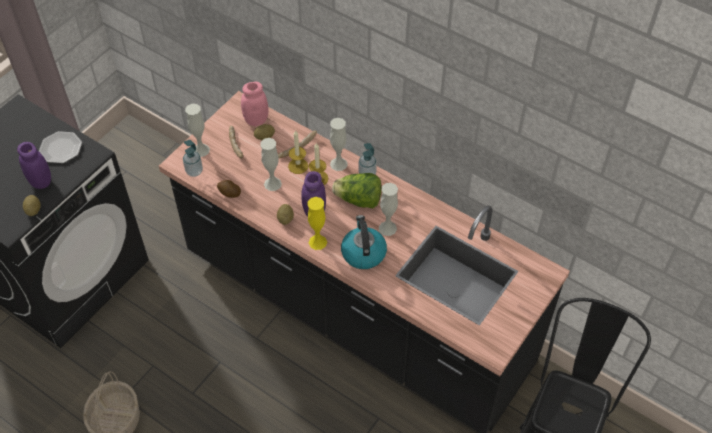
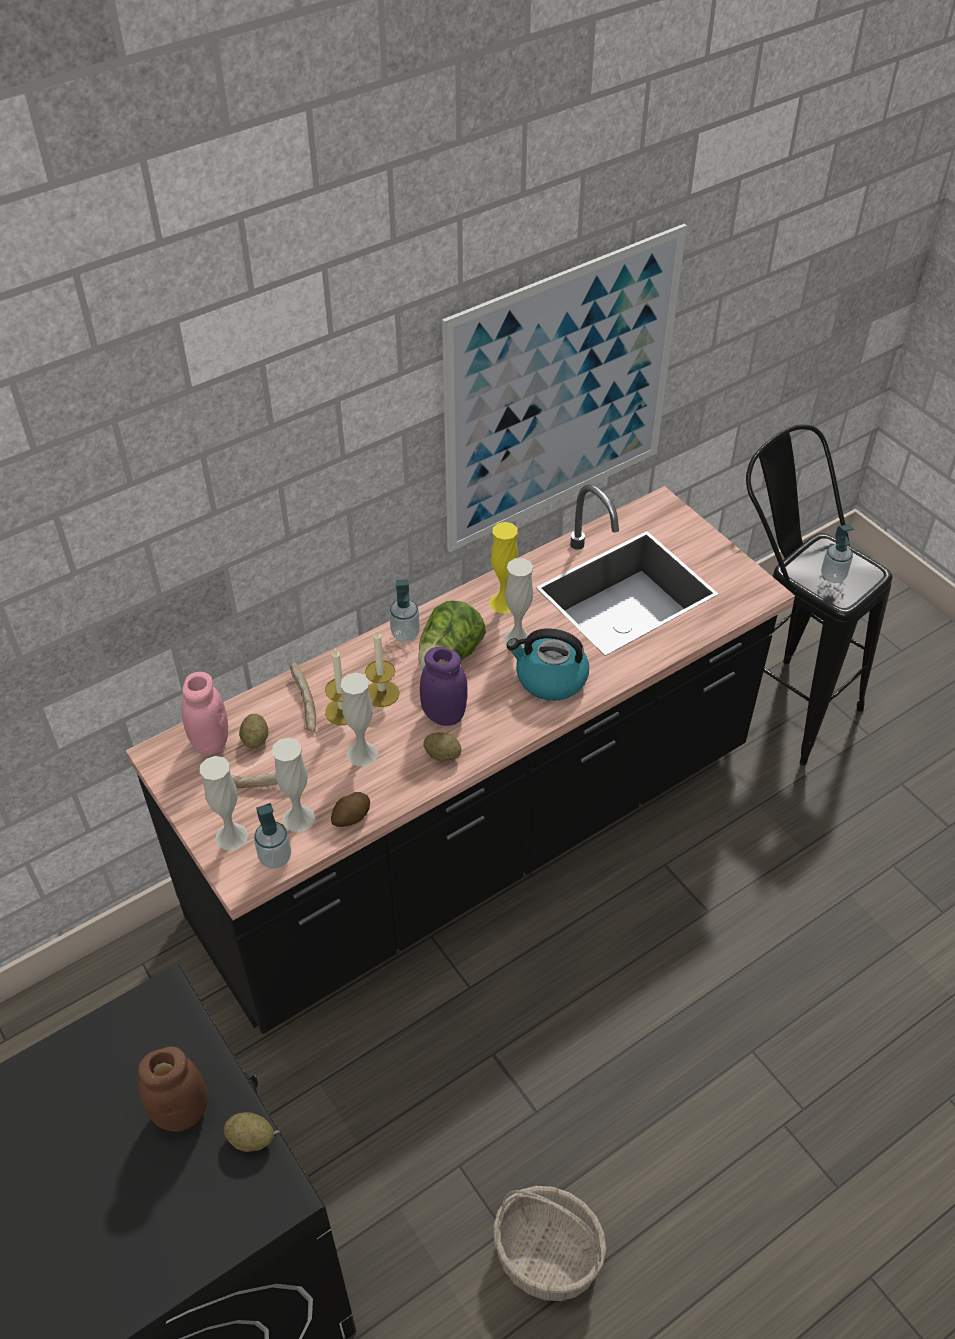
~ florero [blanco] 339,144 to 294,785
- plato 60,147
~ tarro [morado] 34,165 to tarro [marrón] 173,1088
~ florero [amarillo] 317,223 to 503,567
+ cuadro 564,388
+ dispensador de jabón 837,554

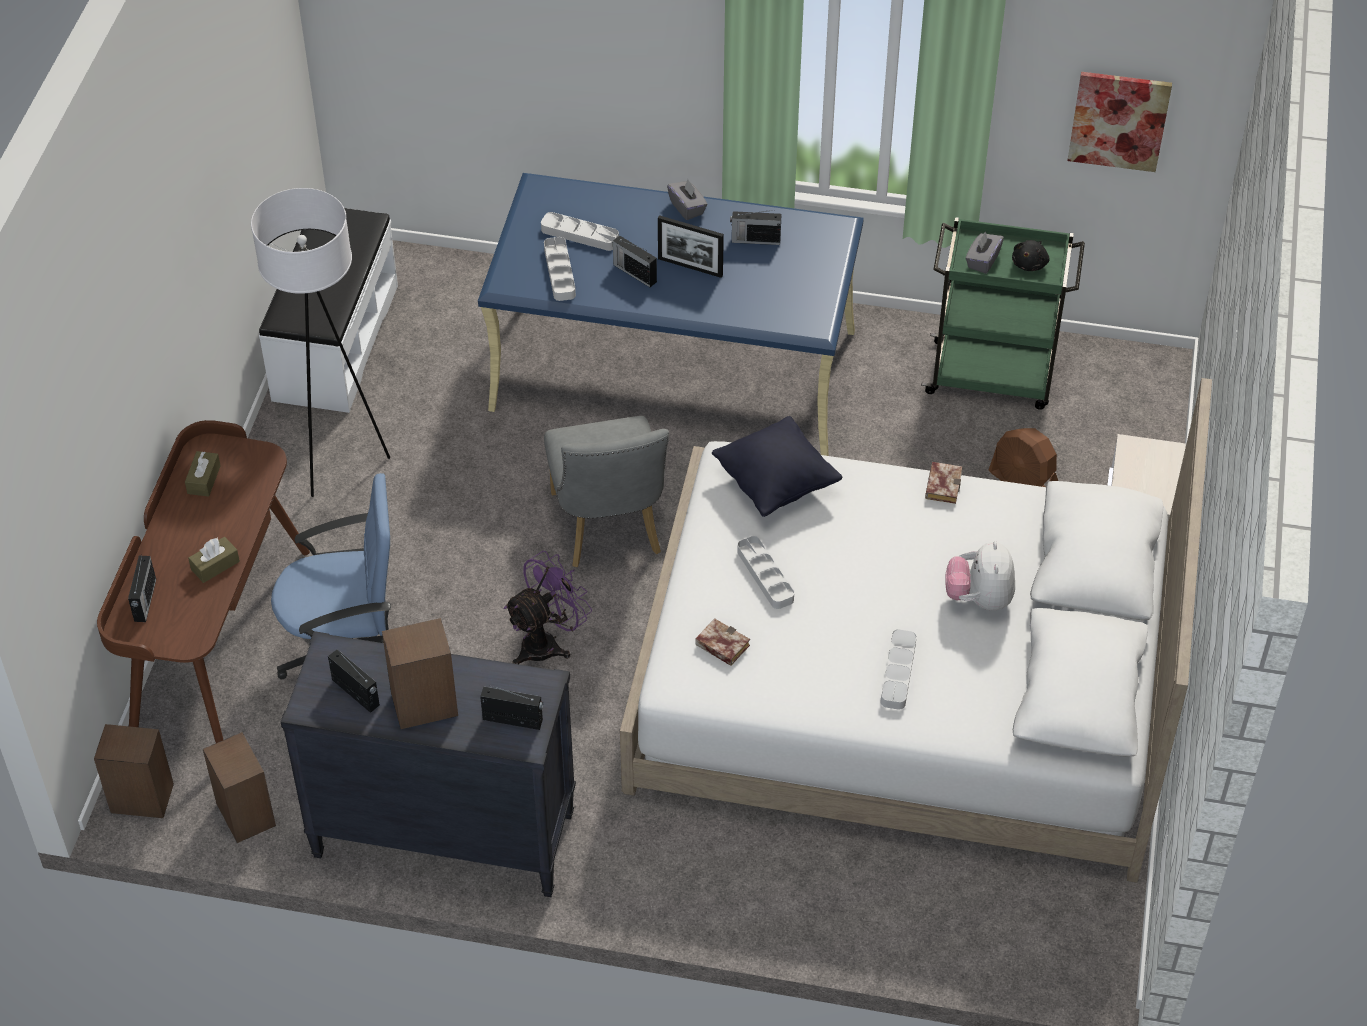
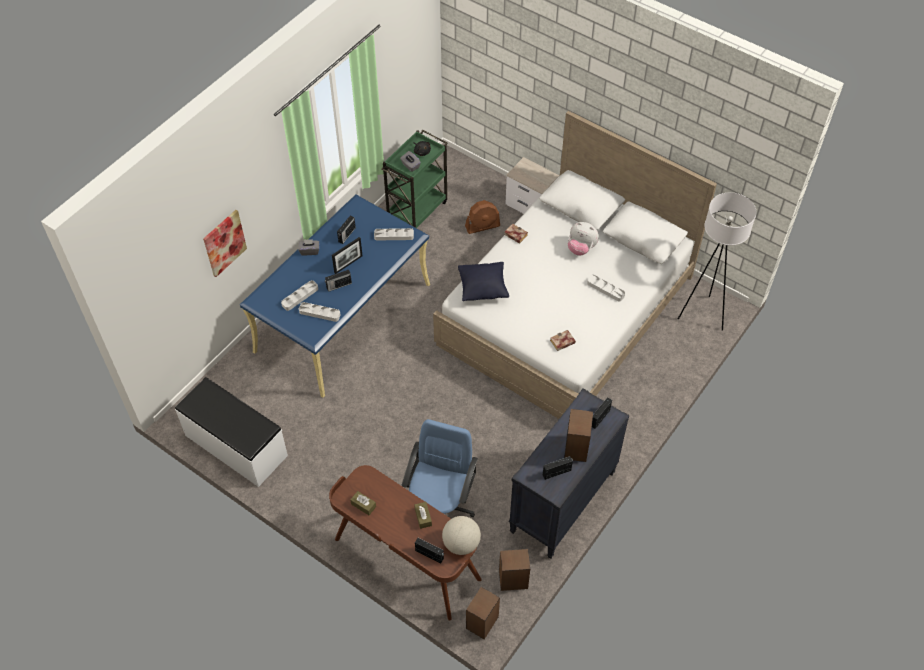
~ cuadro 1120,122 to 225,243
~ lámpara de pie [blanco] 320,342 to 717,261
- silla [gris] 606,491
~ bandeja [gris] 765,572 to 394,234
- ventilador [morado] 548,607
+ globo terráqueo 461,535

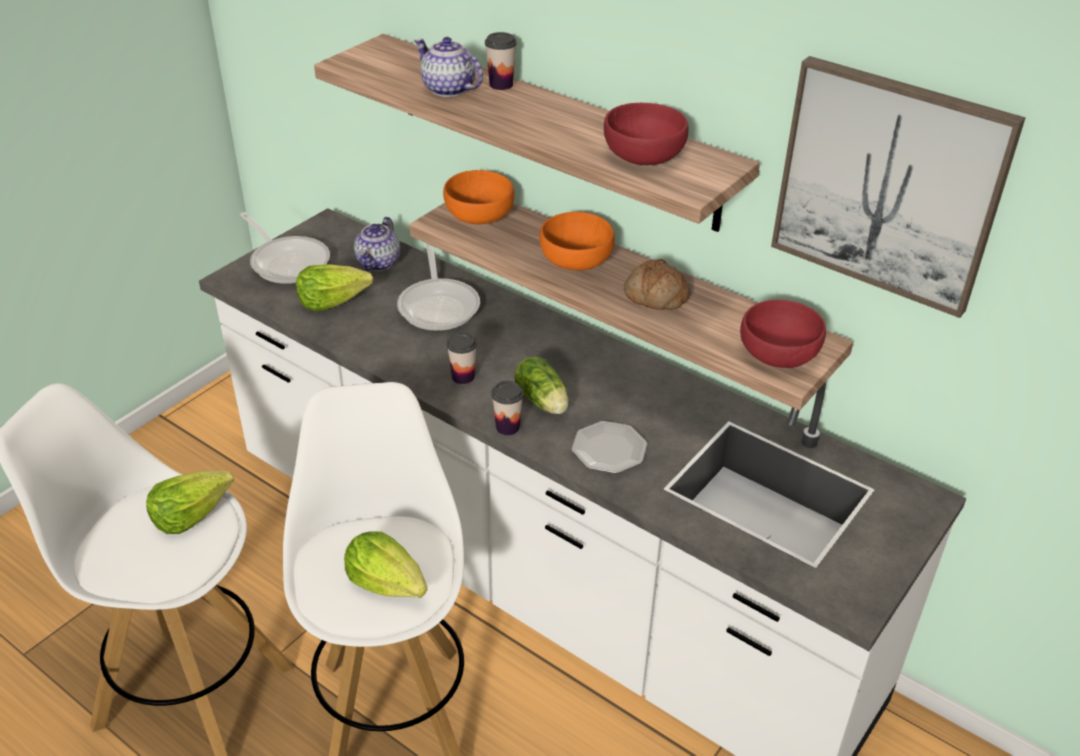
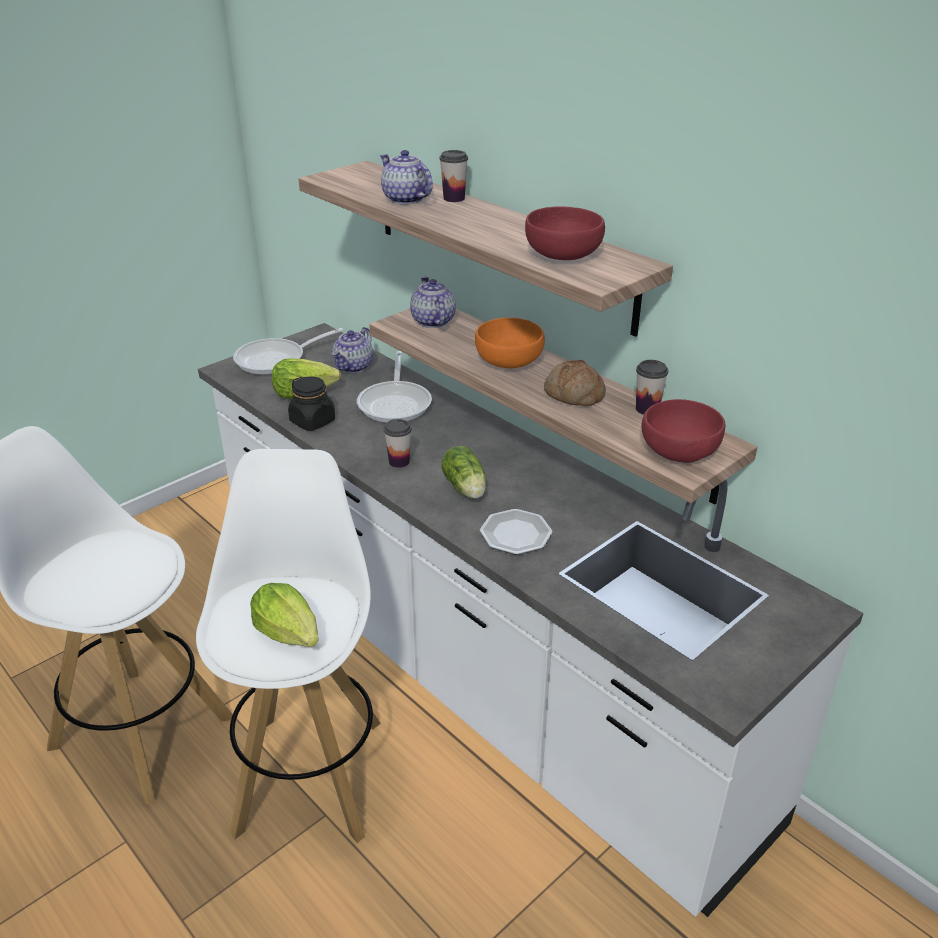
- cuadro 898,187
~ cuenco [naranja] 479,197 to tetera 433,302
~ sartén 285,248 = 288,351 90 degrees clockwise
~ taza 507,408 to 652,387
- lechuga 190,502
+ tarro [negro] 311,403

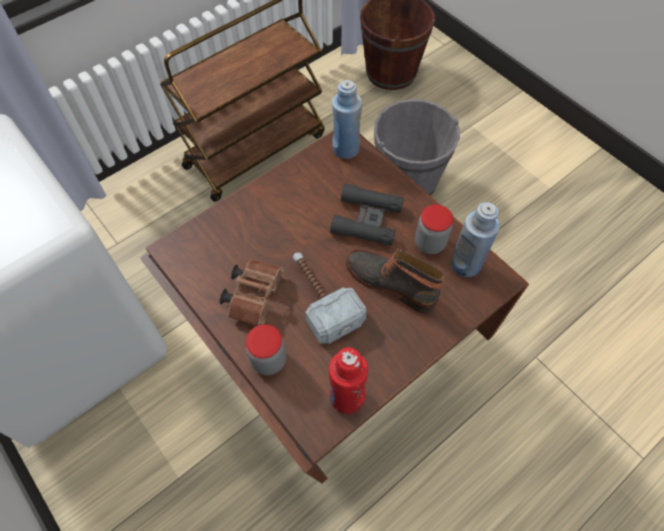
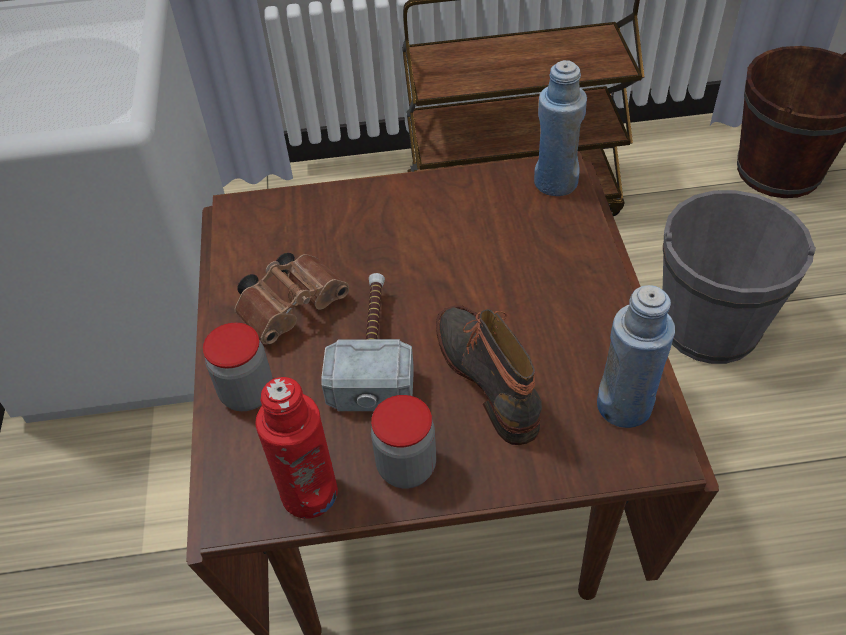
- prismáticos [negro] 367,214
~ tarro 434,229 to 403,442

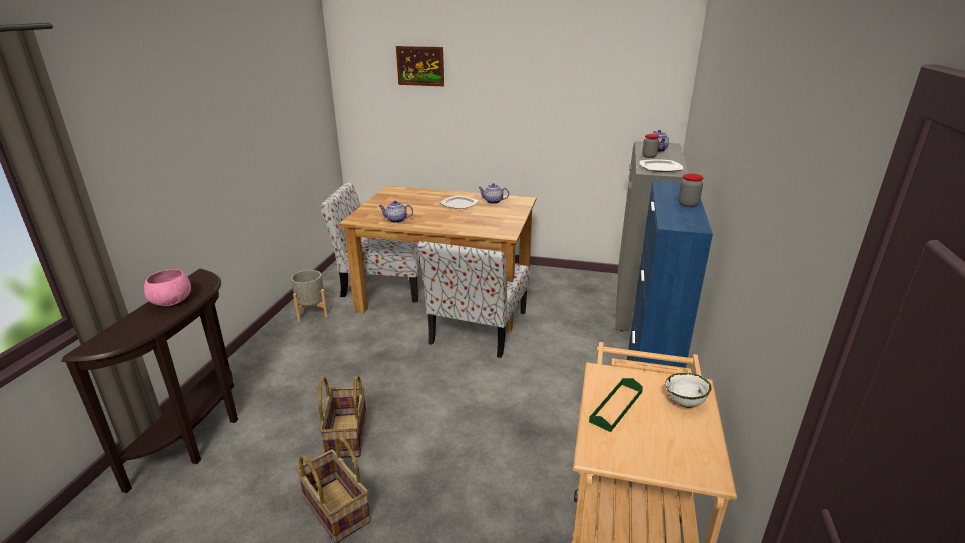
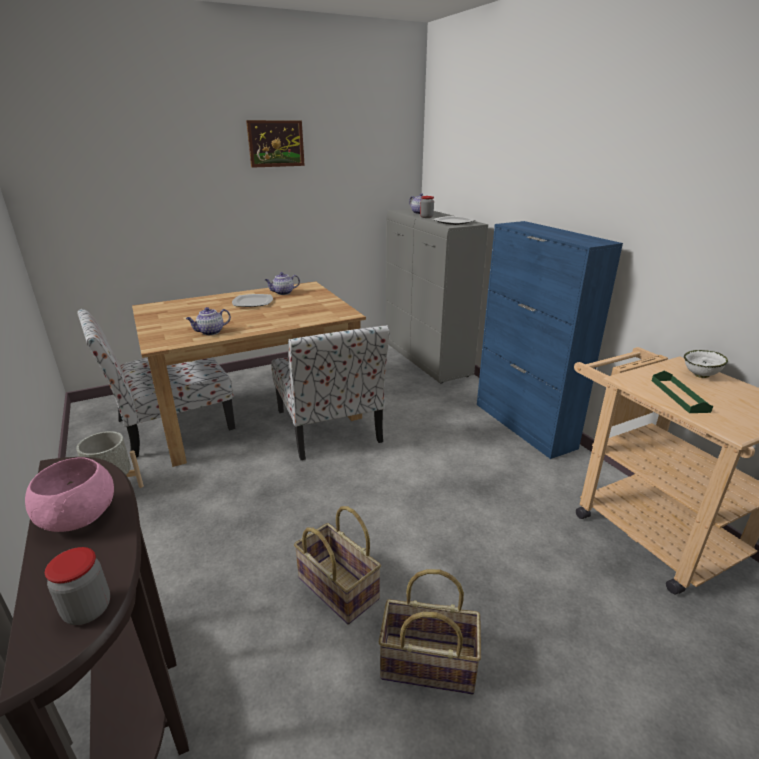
~ cuadro 420,66 to 275,144
~ tarro 690,190 to 77,586

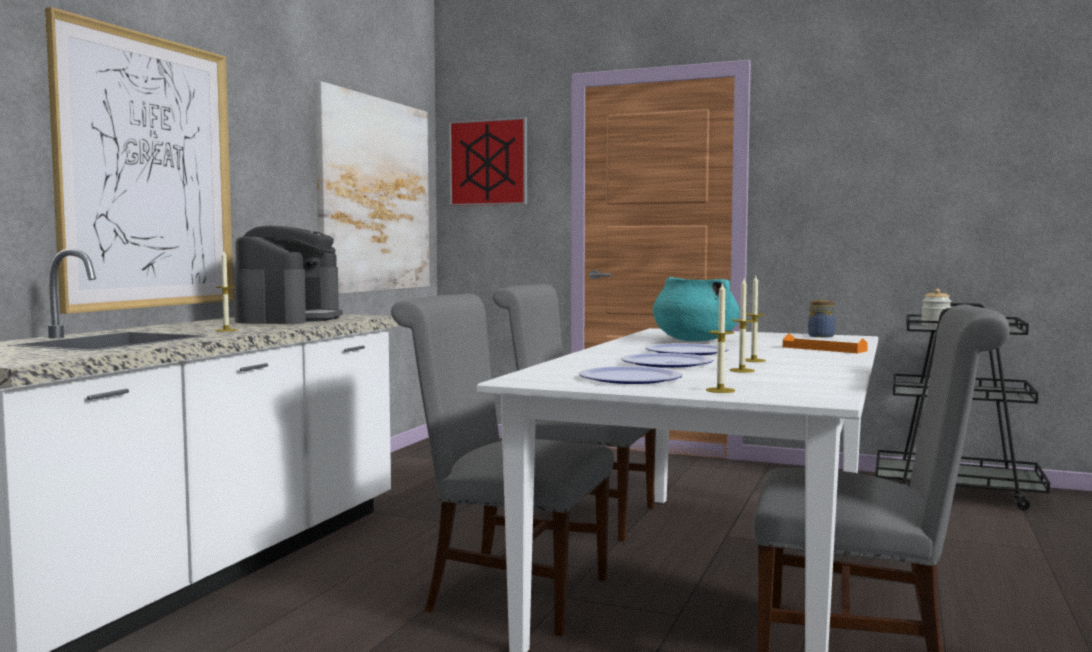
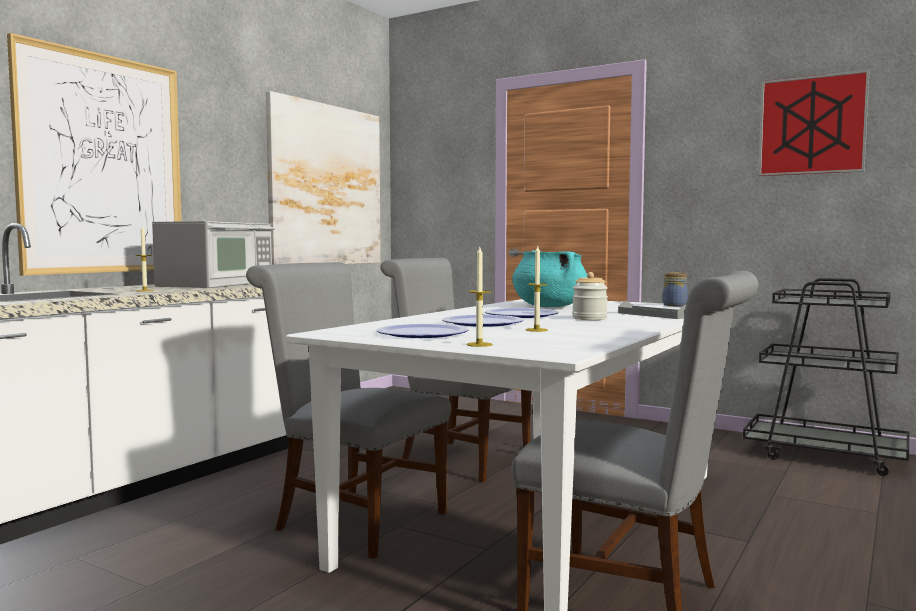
~ cuadro 487,161 to 813,123
~ cafetera 288,274 to microondas 213,254
- vela 755,319
~ tarro 936,307 to 590,296
~ bandeja [naranja] 825,343 to bandeja [gris] 652,309

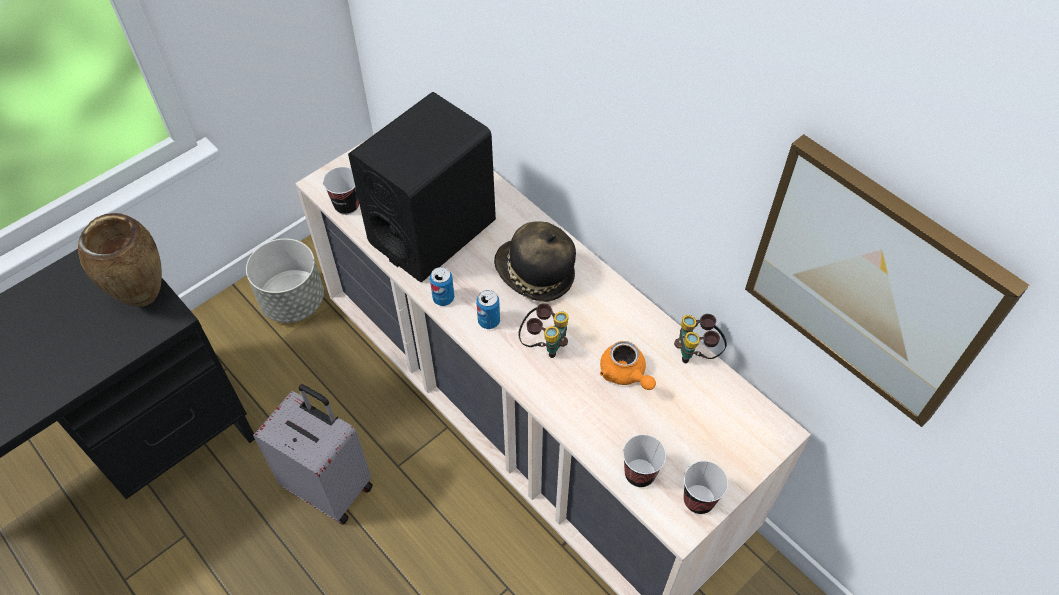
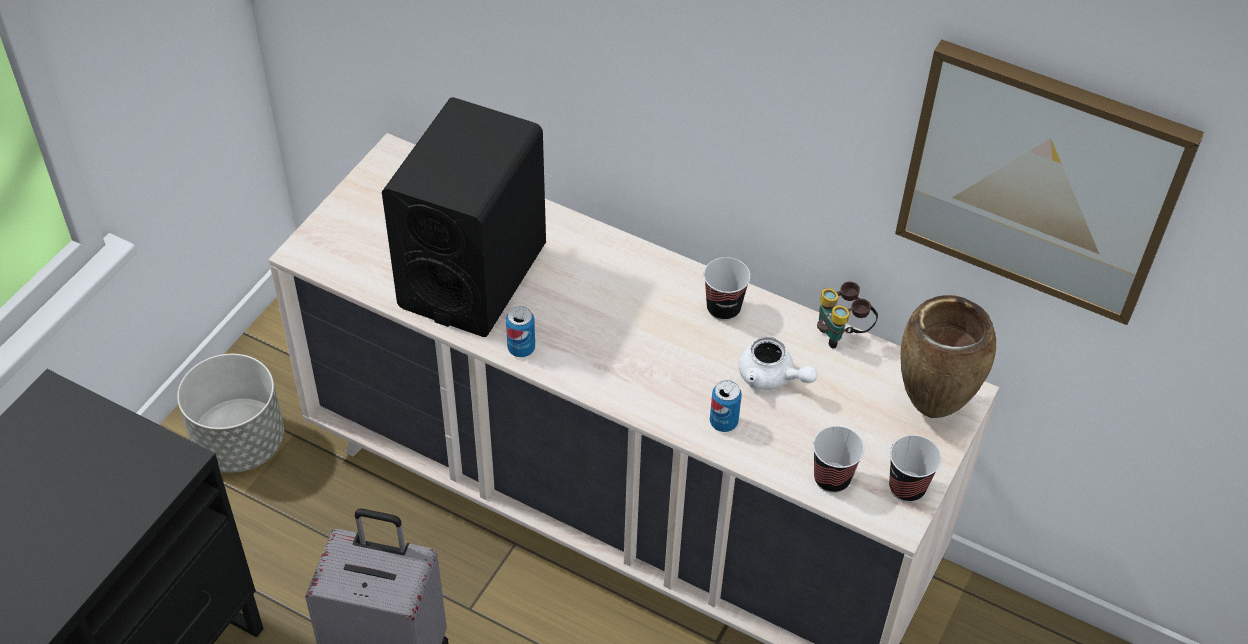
~ taza 341,191 to 727,289
~ florero [marrón] 120,259 to 948,356
- sombrero 535,261
~ lata 488,309 to 726,406
- prismáticos 543,330
~ tetera [naranja] 628,365 to tetera [blanco] 778,363

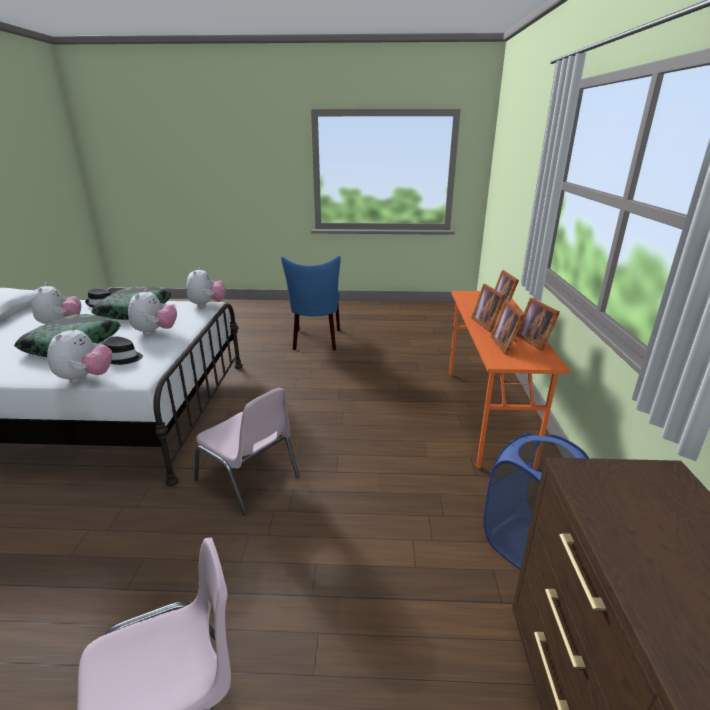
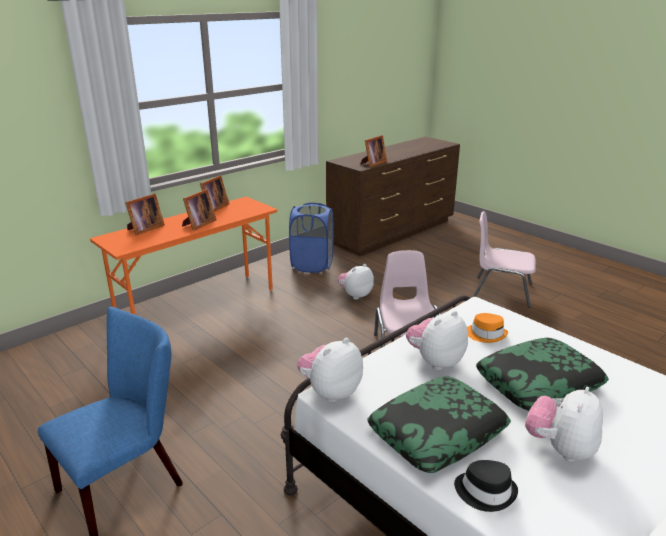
~ portarretratos 508,327 to 373,151
~ peluche 79,354 to 355,282
~ sombrero [negro] 123,350 to sombrero [naranja] 487,328

